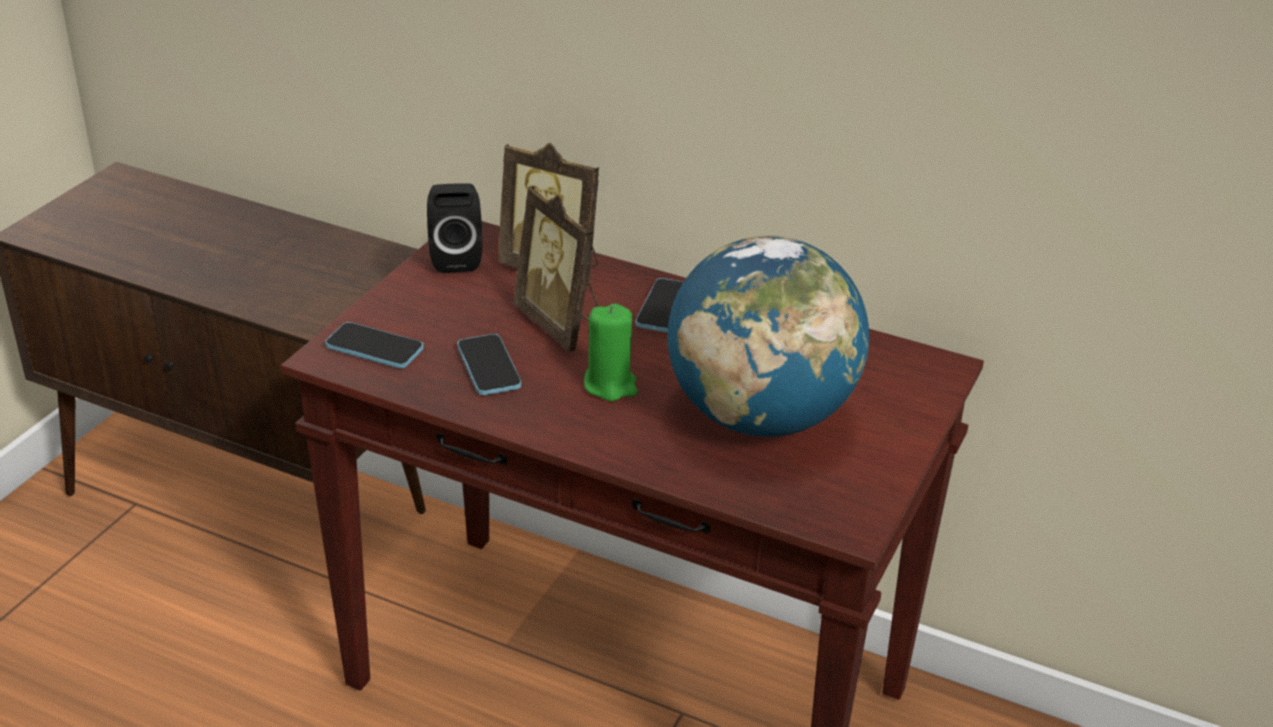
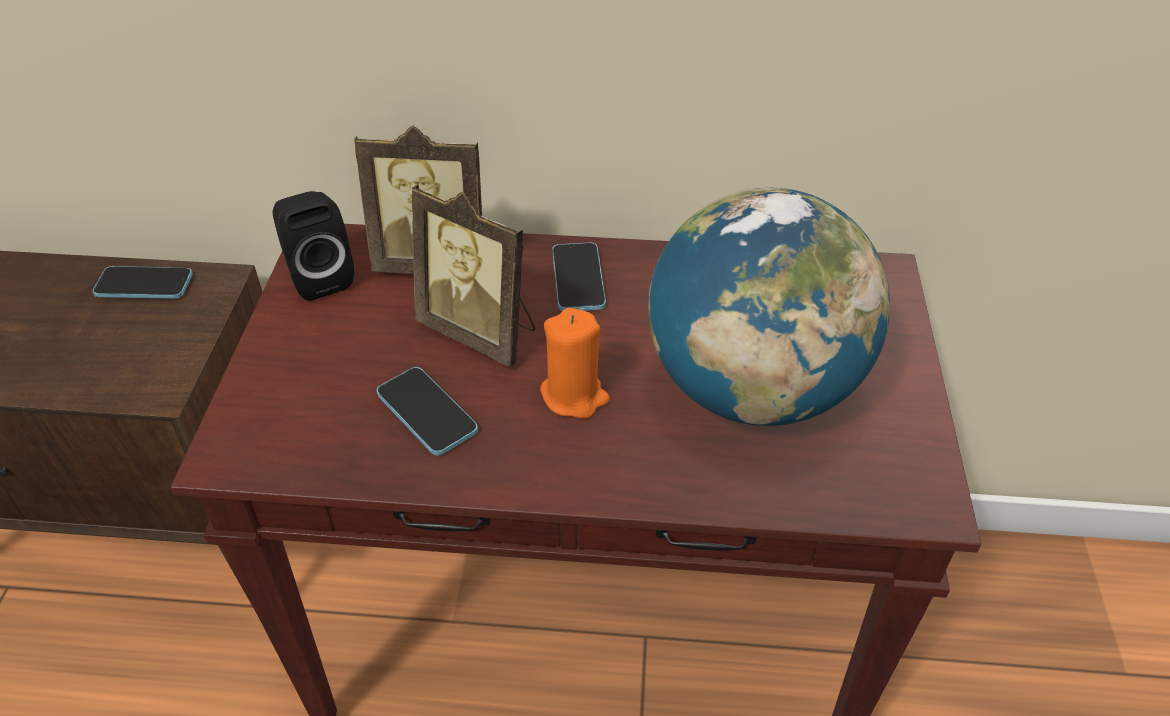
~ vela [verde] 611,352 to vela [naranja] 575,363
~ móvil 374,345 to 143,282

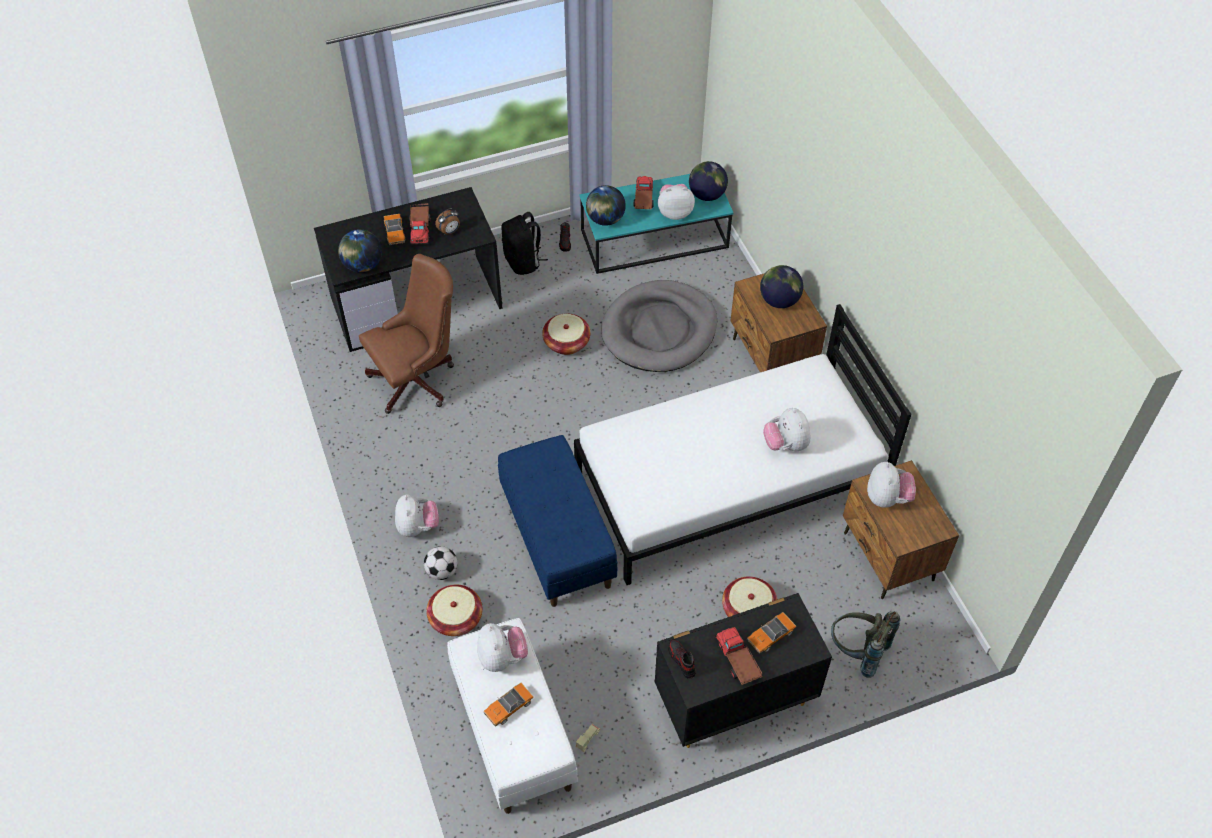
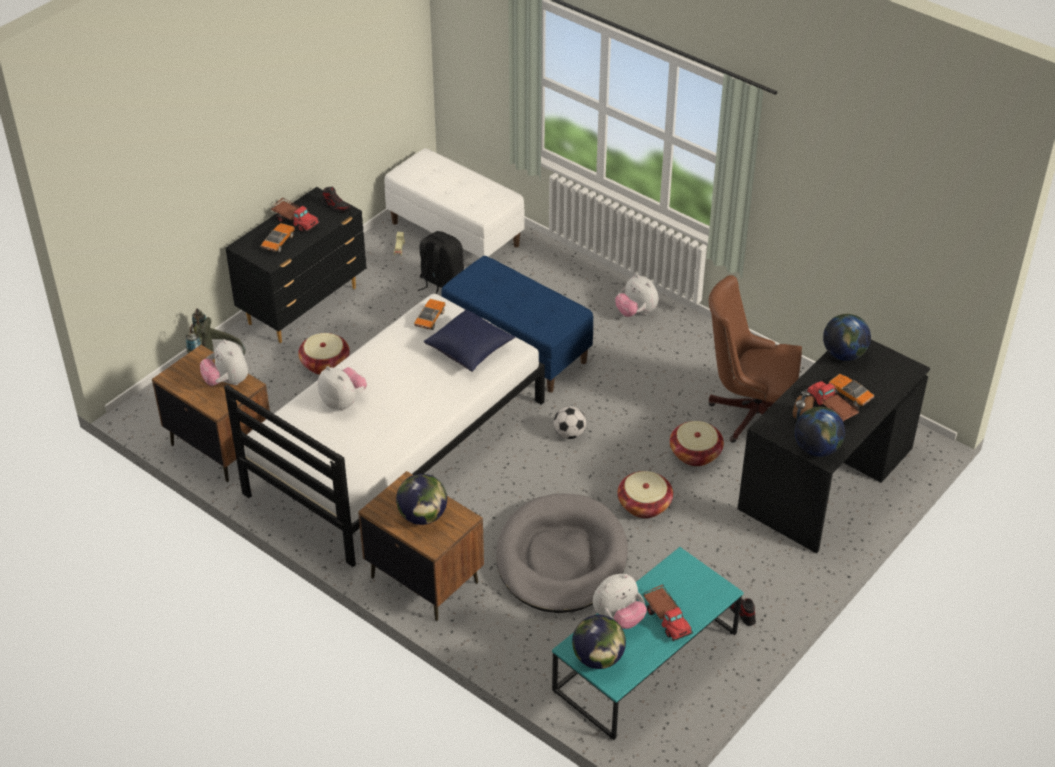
~ globo terráqueo 606,205 to 820,432
~ mochila [negro] 524,243 to 441,262
~ silla de oficina [marrón] 406,334 = 755,359 75 degrees clockwise
~ balón de fútbol 440,563 to 569,422
~ cesta 454,610 to 697,443
- peluche 502,647
~ coche de juguete 508,705 to 430,314
+ cojín [azul] 469,340

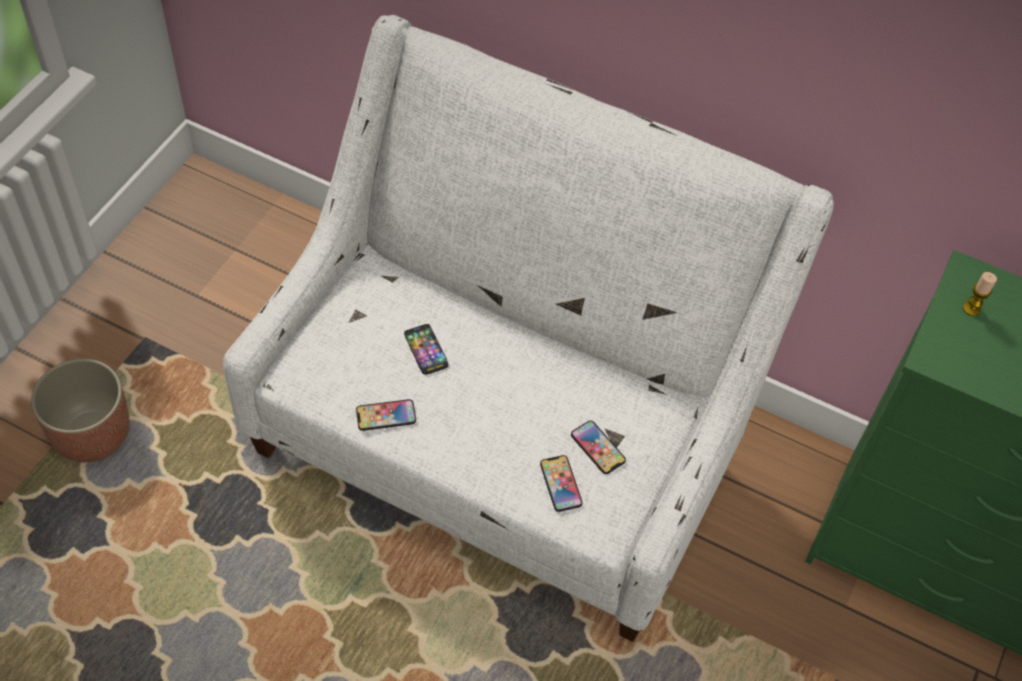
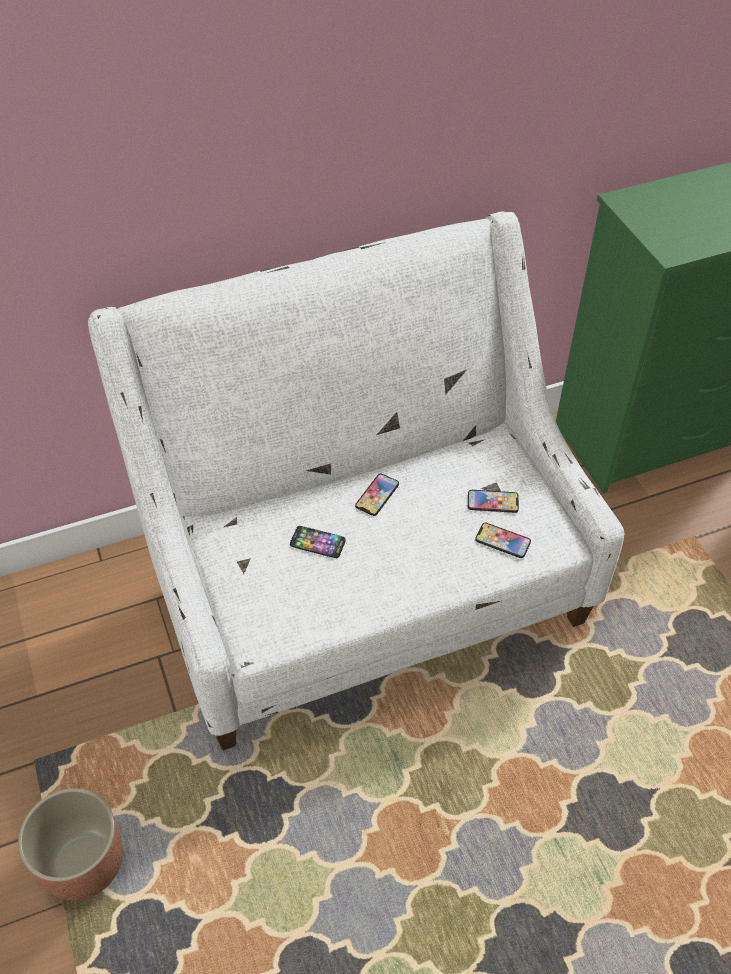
- vela 980,294
~ móvil 386,415 to 377,495

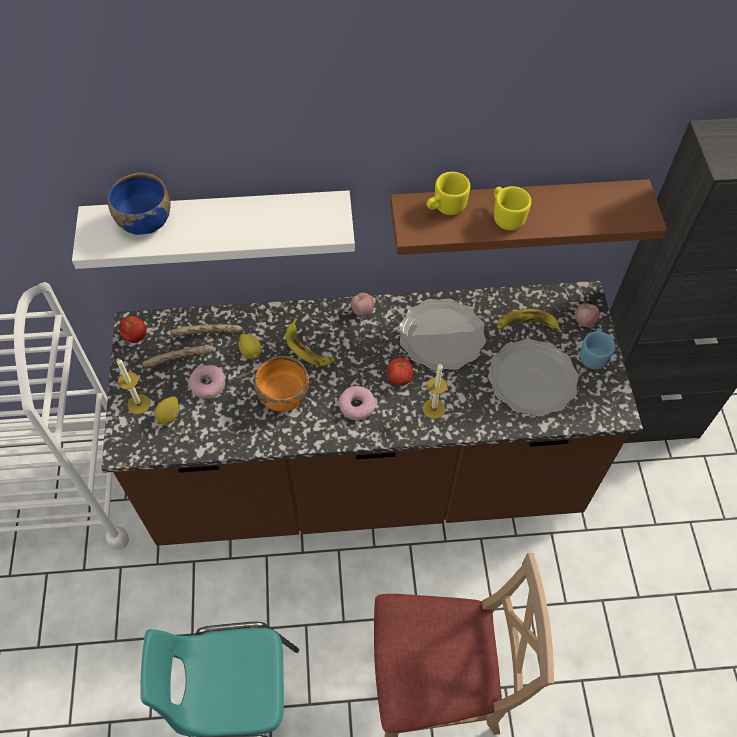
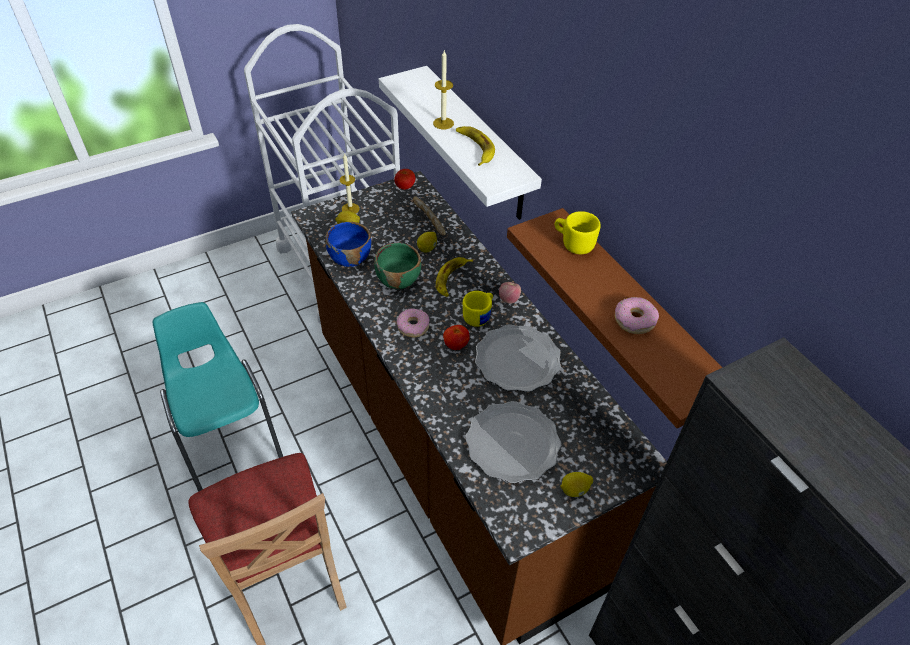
~ cuenco [azul] 139,204 to 348,244
~ taza grande [amarillo] 512,208 to 478,309
- manzana 587,315
~ plátano 530,321 to 475,146
~ taza grande [azul] 597,348 to limón 576,484
- pan 178,356
~ cuenco [naranja] 281,384 to cuenco [verde] 397,266
~ vela 435,391 to 443,90
~ rosquilla 207,382 to 637,315

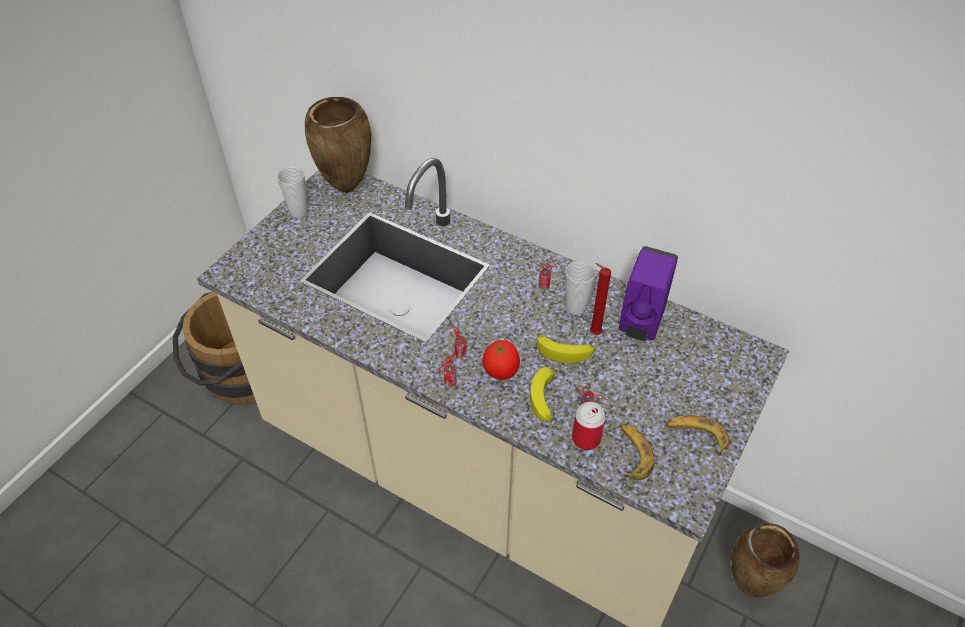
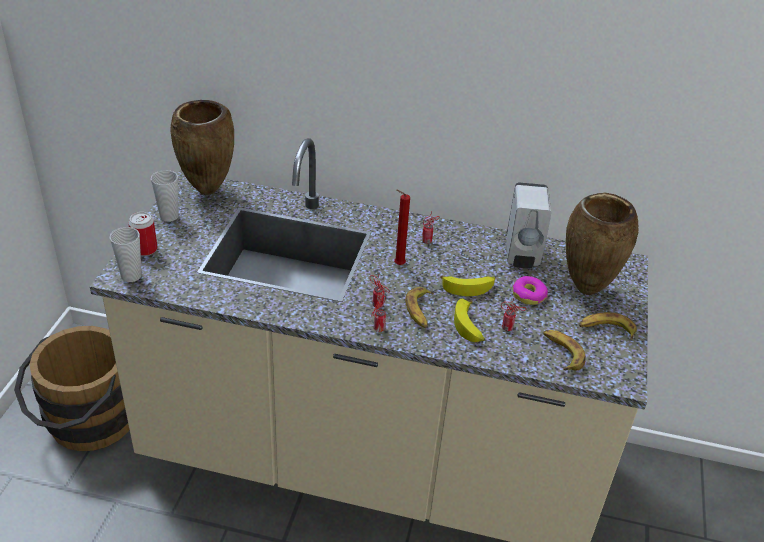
~ dispensador de jabón [morado] 648,293 to dispensador de jabón [blanco] 528,225
~ taza 581,288 to 126,254
~ vela [rojo] 600,299 to 402,227
~ tomate 501,360 to plátano 419,307
~ lata 589,426 to 143,234
~ florero [marrón] 765,560 to 602,243
+ rosquilla 530,290

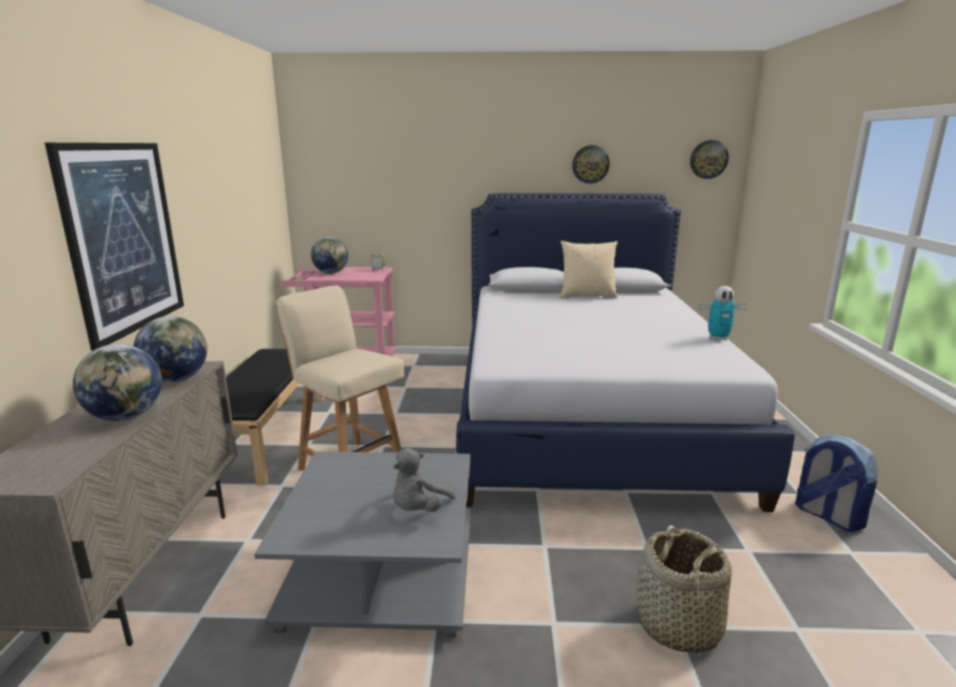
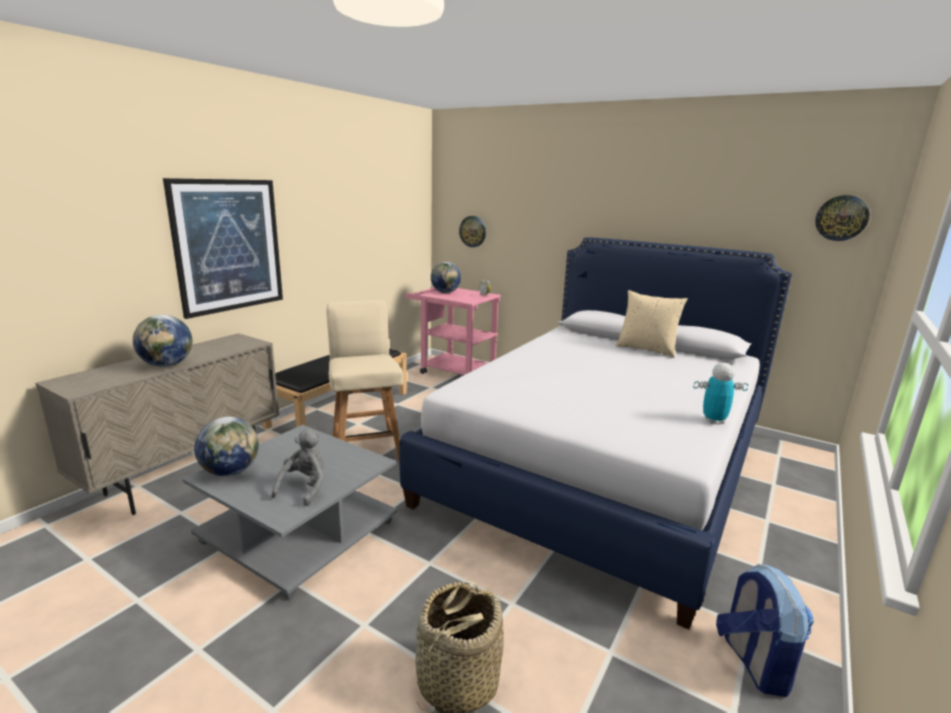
~ reloj de pared 591,164 to 472,231
~ robot de juguete 723,313 = 720,393 150 degrees clockwise
~ globo terráqueo 170,349 to 226,446
~ peluche [gris] 424,480 = 298,467 135 degrees clockwise

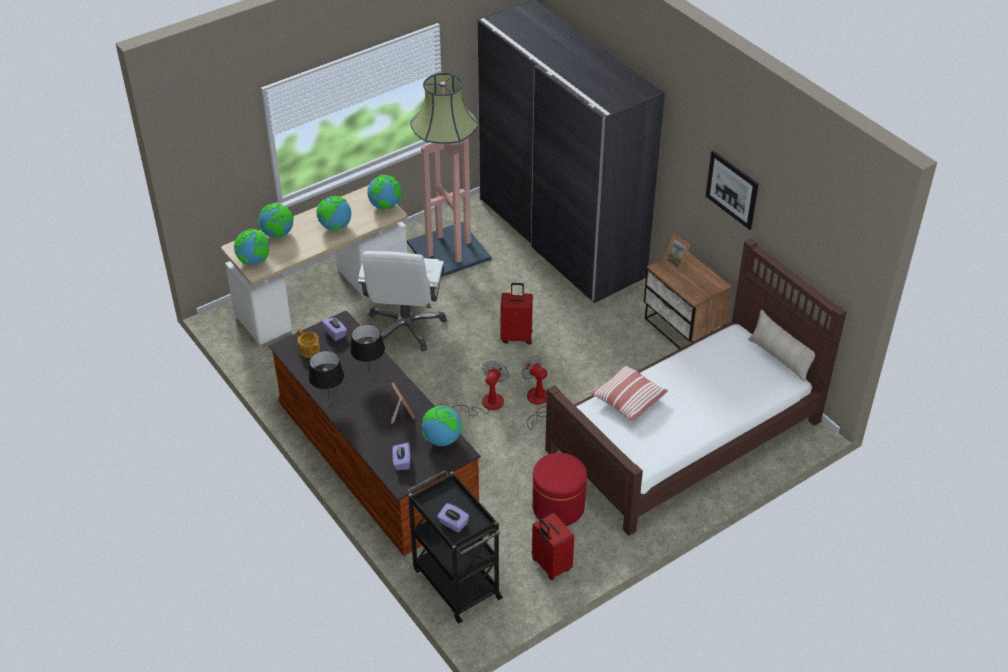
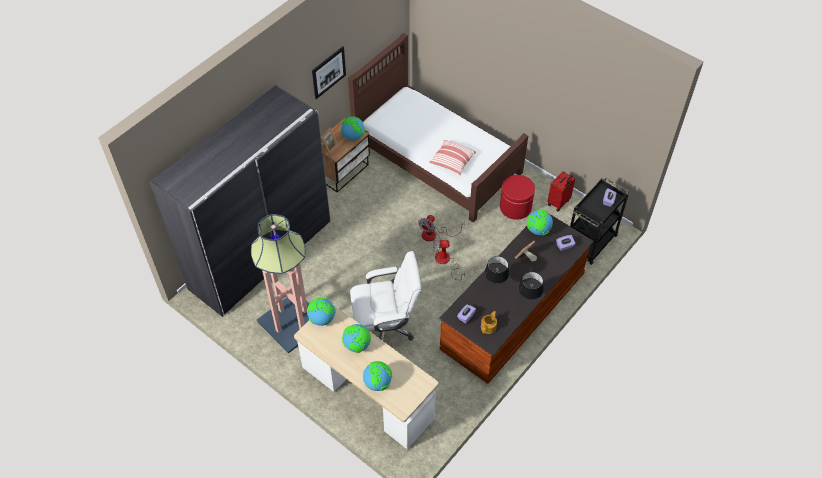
~ globo terráqueo 251,247 to 353,128
- maleta [rojo] 516,314
- cojín [beis] 781,345

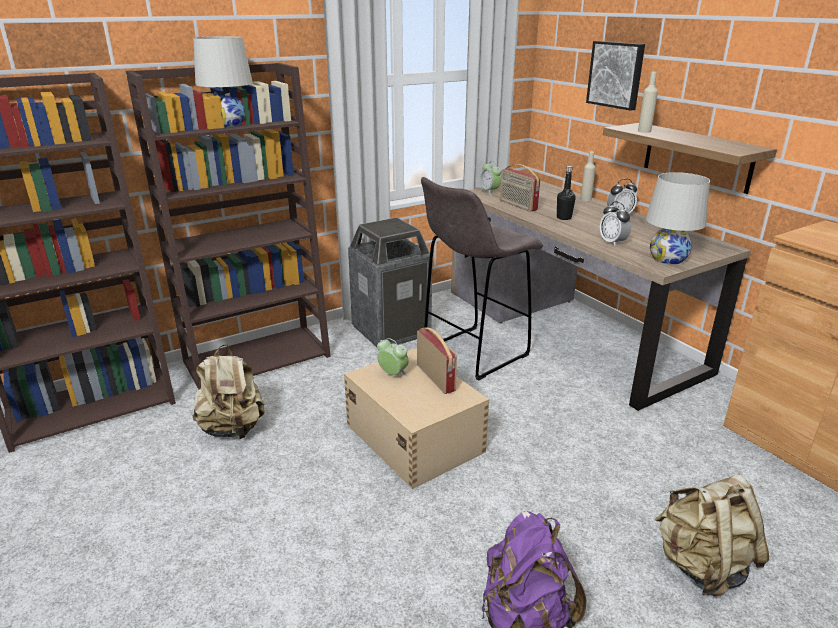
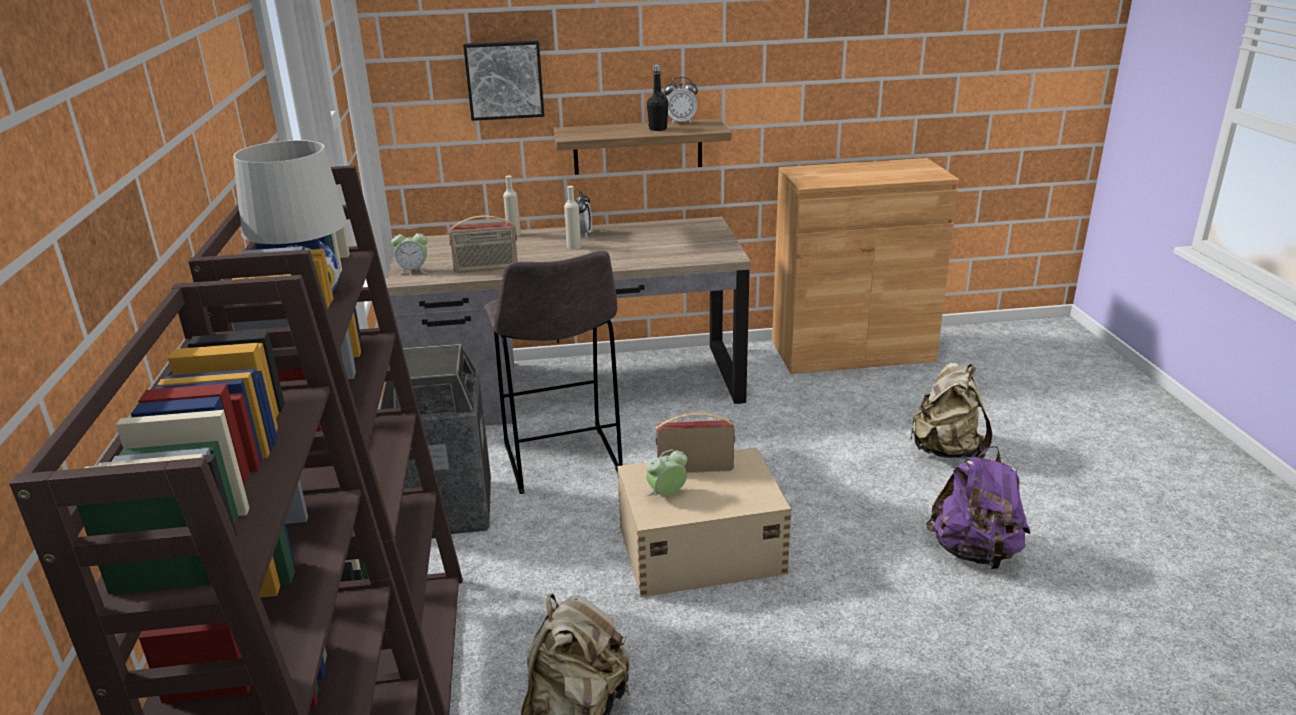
~ botella [beis] 648,102 to 572,217
~ botella [negro] 566,193 to 658,98
- lámpara de mesa [blanco] 678,218
~ despertador 615,223 to 681,100

